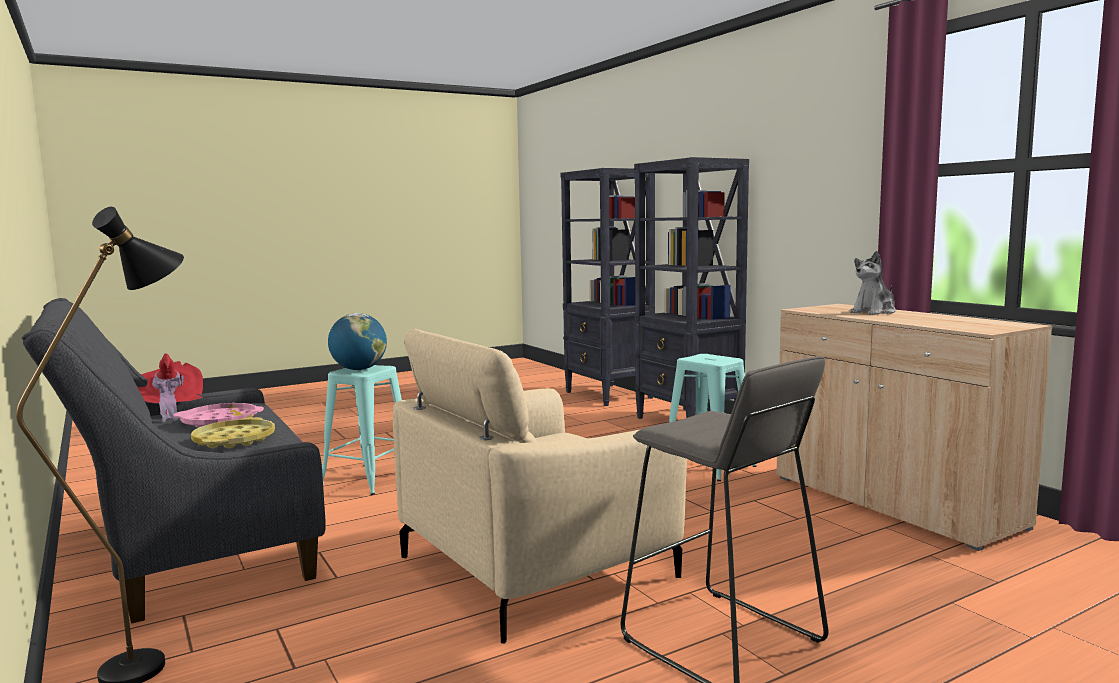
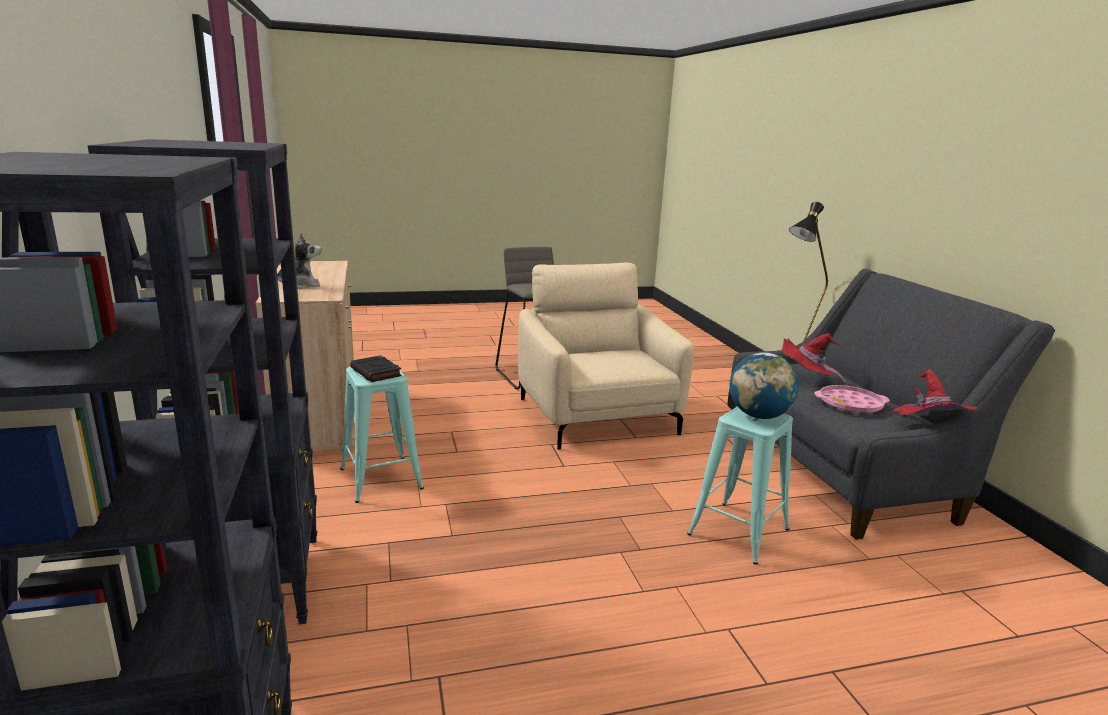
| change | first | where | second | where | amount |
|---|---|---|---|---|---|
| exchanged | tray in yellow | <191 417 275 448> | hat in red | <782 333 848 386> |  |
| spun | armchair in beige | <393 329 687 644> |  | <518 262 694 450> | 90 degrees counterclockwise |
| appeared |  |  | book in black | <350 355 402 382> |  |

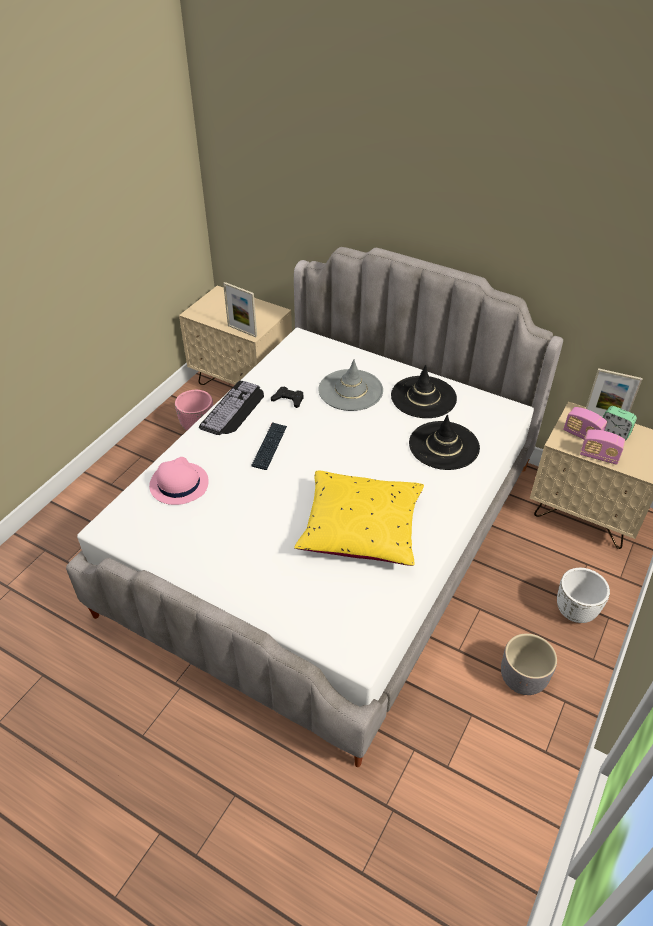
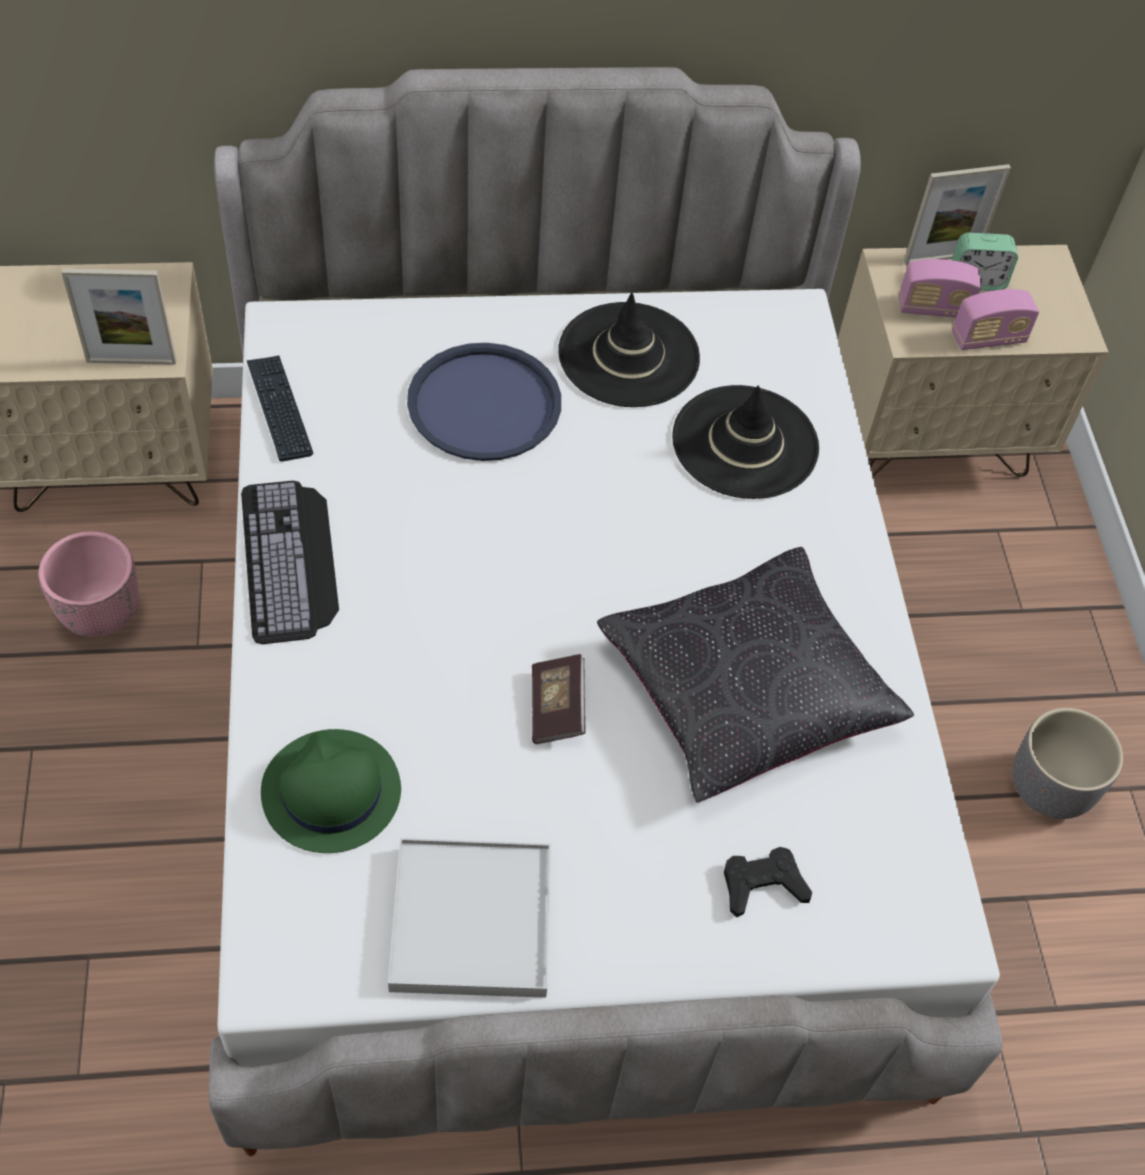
| change | first | where | second | where | amount |
|---|---|---|---|---|---|
| colour | hat in pink | <149 457 209 505> | hat in green | <261 729 401 853> |  |
| relocated | keyboard | <251 422 287 470> |  | <246 355 313 462> |  |
| relocated | game controller in black | <271 387 303 408> |  | <724 847 812 917> |  |
| colour | pillow in yellow | <294 471 424 566> | pillow in black | <597 547 914 803> |  |
| exchanged | hat in grey | <318 359 383 411> | tray in blue | <407 343 561 461> |  |
| missing | planter in white | <557 568 610 623> |  |  |  |
| appeared |  |  | tray in white | <388 838 551 998> |  |
| appeared |  |  | book | <532 654 585 744> |  |

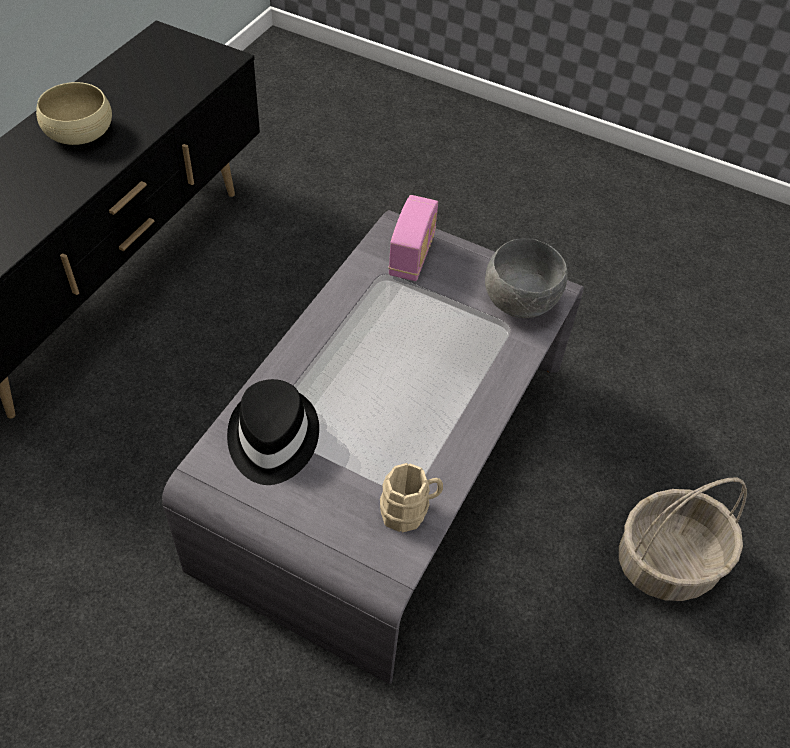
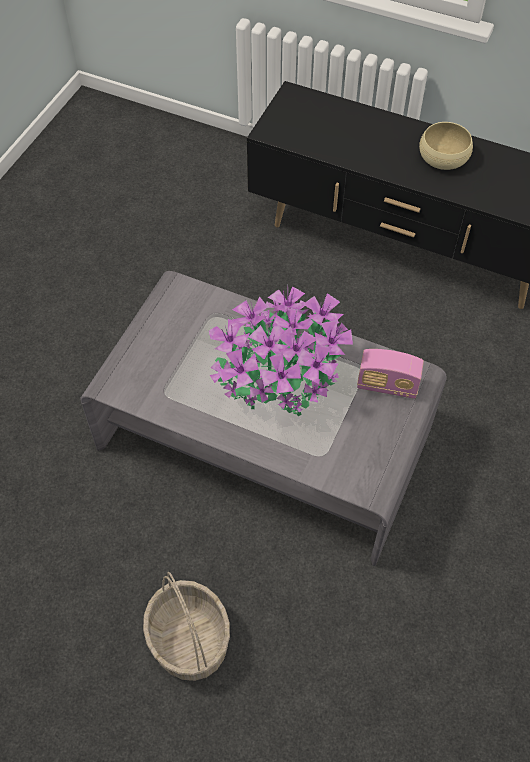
| change | first | where | second | where | amount |
|---|---|---|---|---|---|
| missing | hat in black | <227 379 319 485> |  |  |  |
| missing | mug in beige | <380 463 443 532> |  |  |  |
| missing | bowl in grey | <485 238 568 318> |  |  |  |
| appeared |  |  | potted plant | <209 286 353 416> |  |

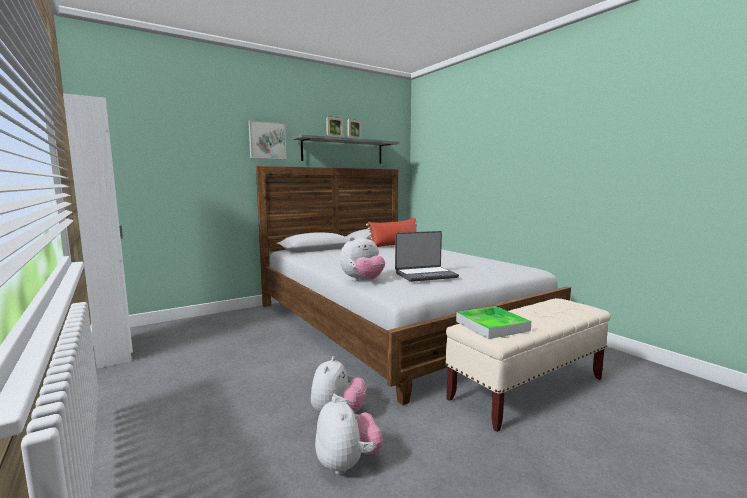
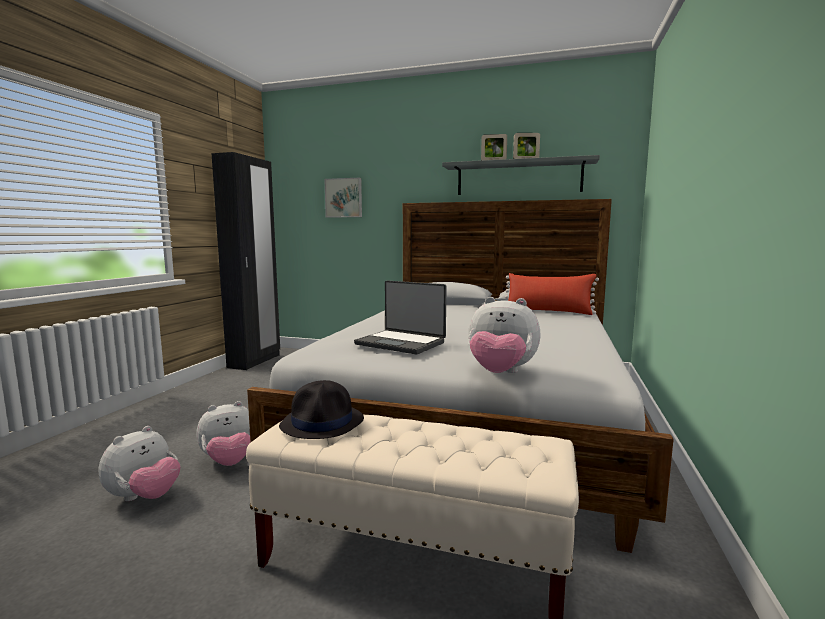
| change | first | where | second | where | amount |
|---|---|---|---|---|---|
| colour | wardrobe in white | <63 93 133 368> | wardrobe in black | <211 152 280 370> |  |
| relocated | picture | <248 120 286 160> |  | <324 178 362 218> |  |
| relocated | plush toy | <340 236 385 281> |  | <468 297 541 373> |  |
| exchanged | tray | <456 306 531 339> | hat in black | <279 380 364 439> |  |

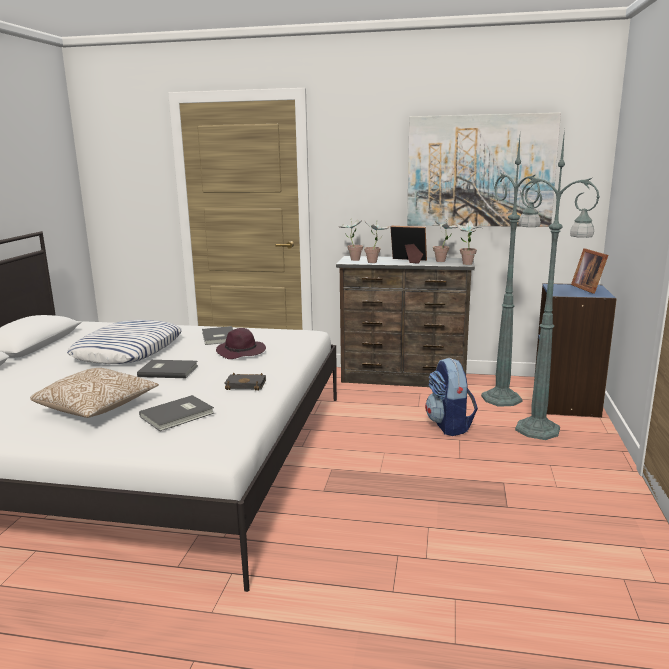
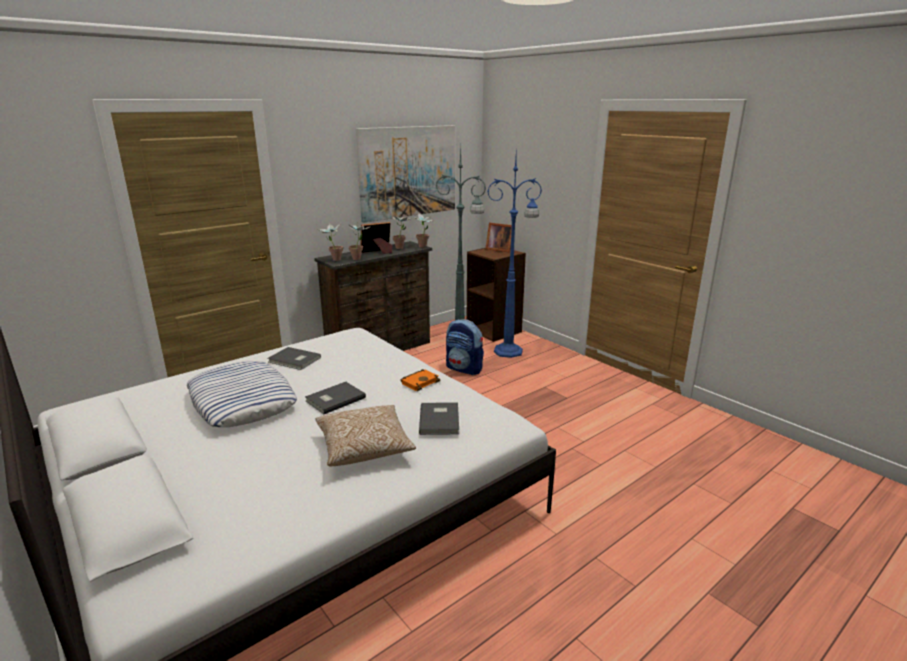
| change | first | where | second | where | amount |
|---|---|---|---|---|---|
| missing | hat in purple | <216 328 266 359> |  |  |  |
| colour | book in black | <224 373 266 390> | book in orange | <400 369 440 391> |  |
| colour | floor lamp in green | <515 129 600 440> | floor lamp in blue | <488 146 542 358> |  |
| colour | bookcase in blue | <534 283 617 417> | bookcase in brown | <467 248 526 342> |  |

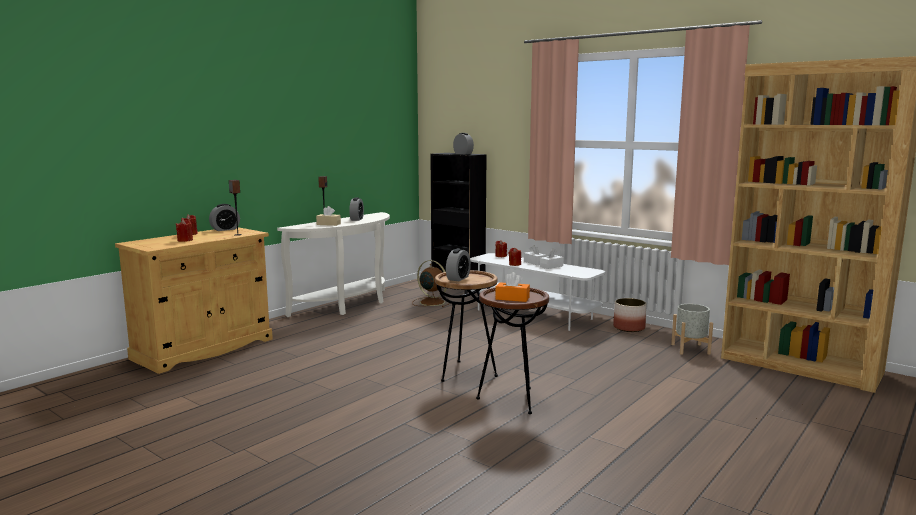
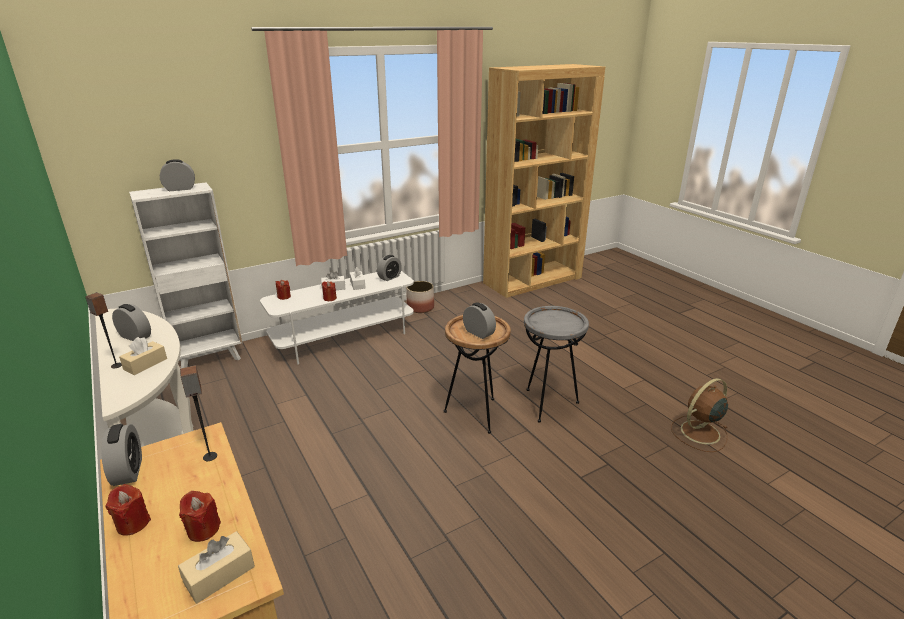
| change | first | where | second | where | amount |
|---|---|---|---|---|---|
| relocated | fan in brown | <412 260 450 307> |  | <671 378 728 452> |  |
| colour | bookcase in black | <430 153 487 294> | bookcase in white | <129 182 243 368> |  |
| colour | side table in brown | <476 287 549 414> | side table in grey | <524 306 589 423> |  |
| missing | tissue box in orange | <495 272 530 302> |  |  |  |
| missing | planter in grey | <671 304 713 355> |  |  |  |
| appeared |  |  | tissue box in beige | <178 531 255 604> |  |
| appeared |  |  | alarm clock | <377 255 402 281> |  |

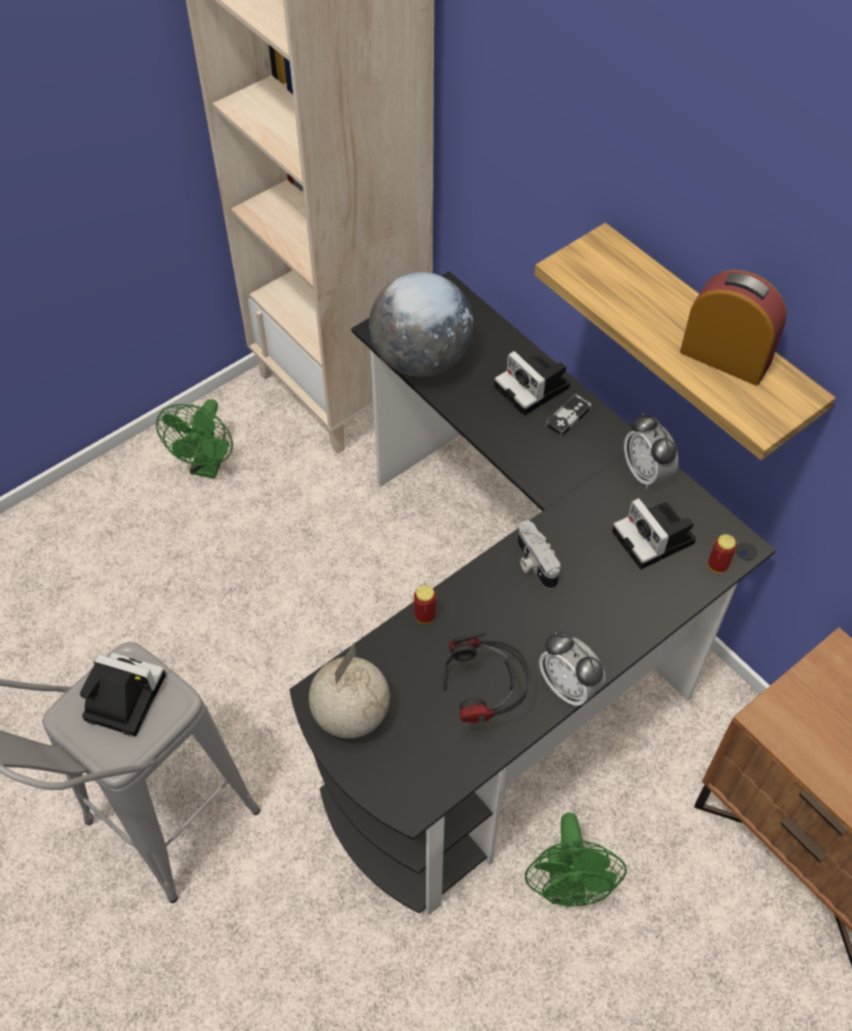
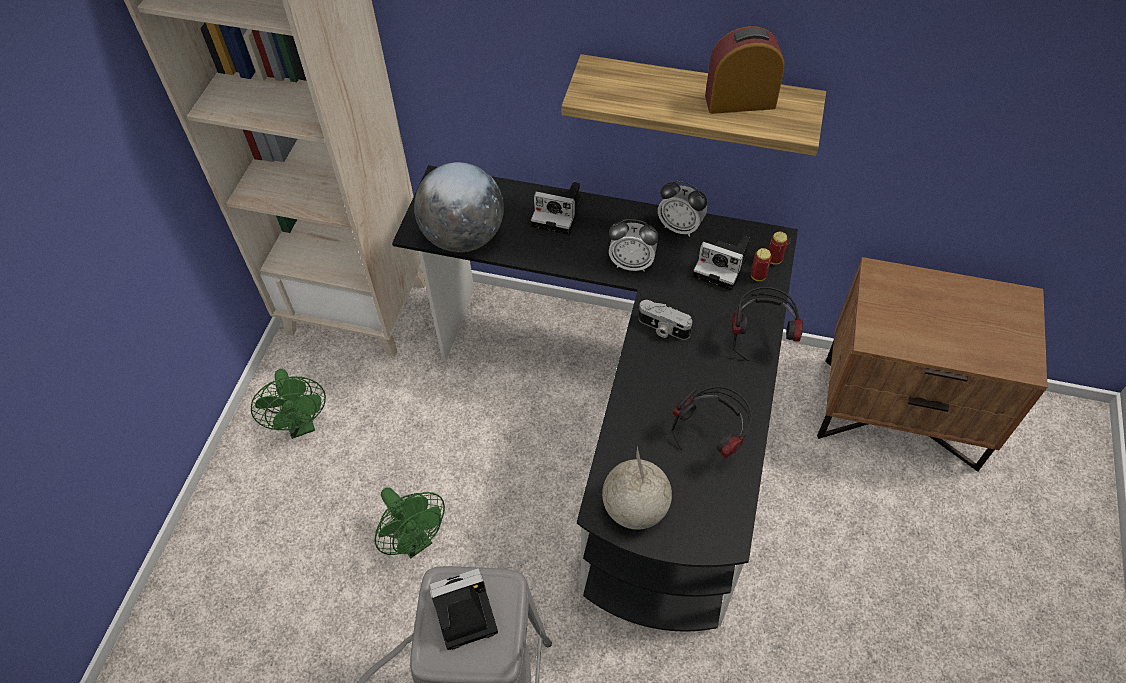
| change | first | where | second | where | amount |
|---|---|---|---|---|---|
| relocated | can | <414 585 436 624> |  | <751 248 772 281> |  |
| relocated | fan in green | <525 813 627 906> |  | <375 487 445 558> |  |
| relocated | alarm clock | <539 632 606 707> |  | <609 219 659 272> |  |
| missing | game controller | <545 394 592 437> |  |  |  |
| appeared |  |  | headphones | <732 287 803 361> |  |

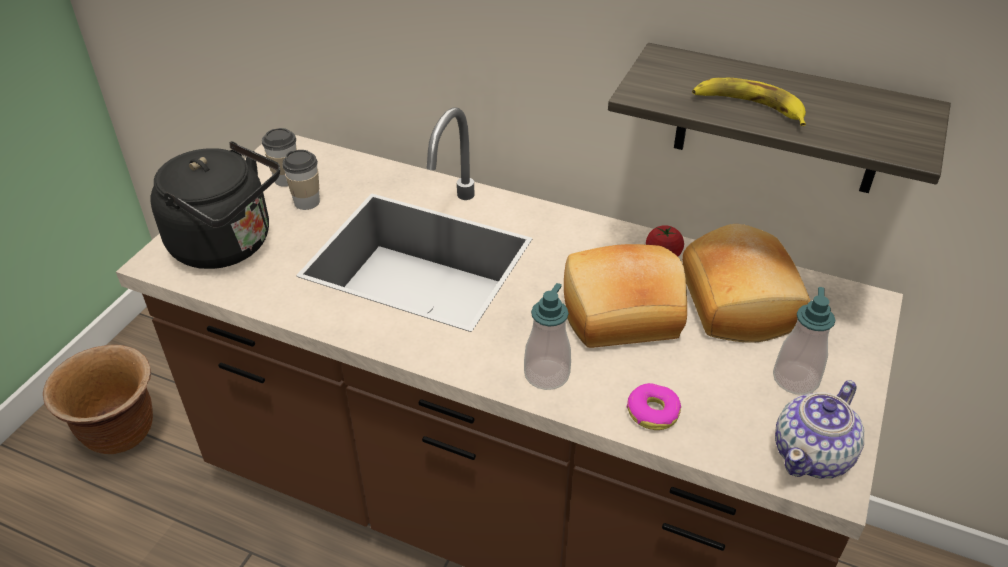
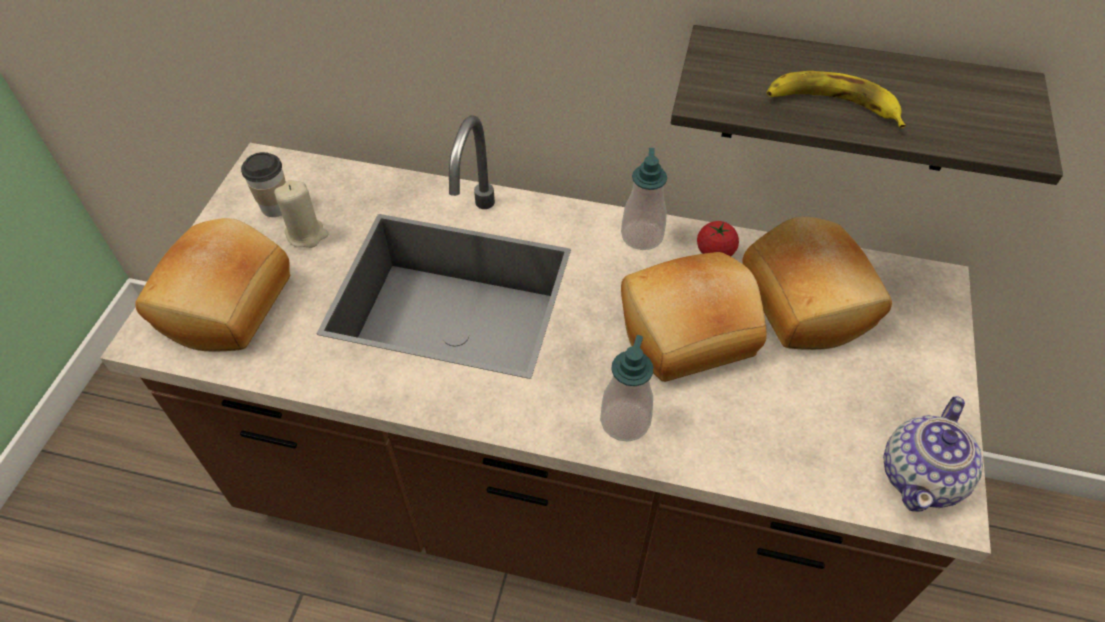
| change | first | where | second | where | amount |
|---|---|---|---|---|---|
| missing | planter in brown | <43 345 153 454> |  |  |  |
| exchanged | kettle in black | <150 142 280 269> | bread | <135 218 291 351> |  |
| exchanged | cup | <282 150 320 210> | candle in beige | <274 180 328 248> |  |
| missing | donut | <626 383 681 430> |  |  |  |
| relocated | soap dispenser | <773 287 836 395> |  | <621 148 667 250> |  |

